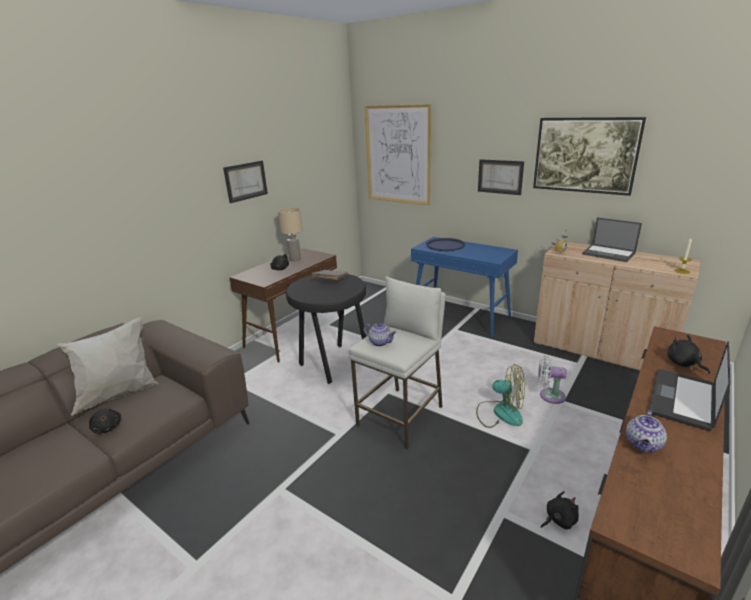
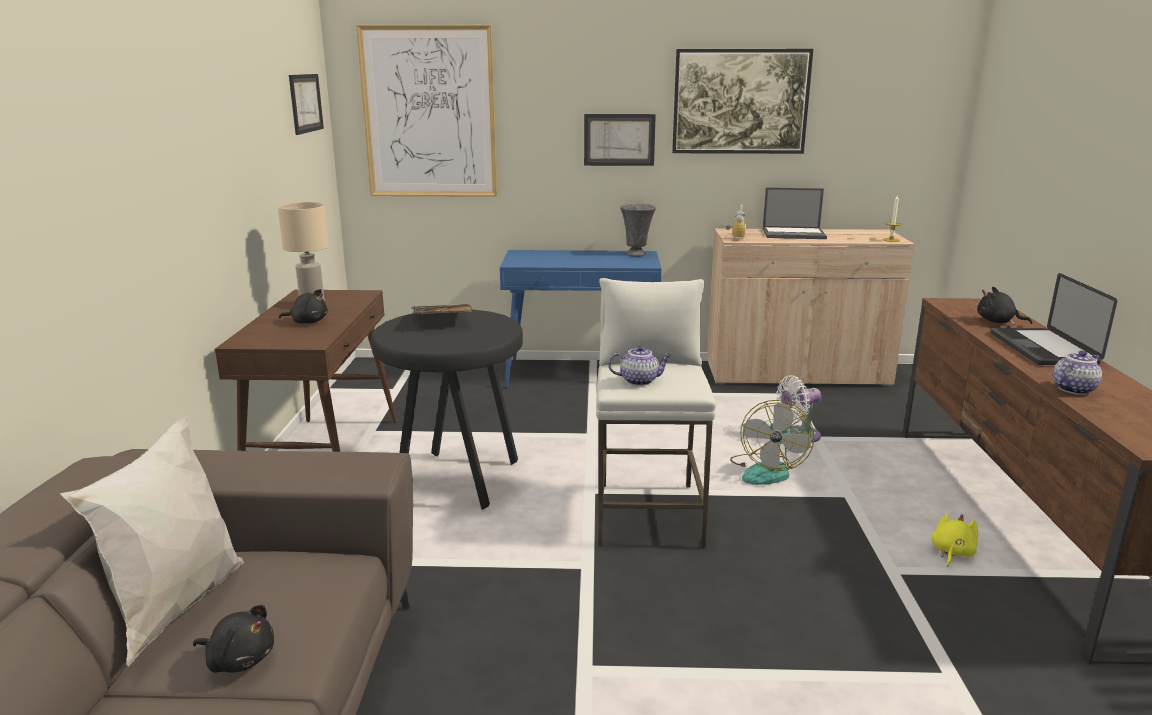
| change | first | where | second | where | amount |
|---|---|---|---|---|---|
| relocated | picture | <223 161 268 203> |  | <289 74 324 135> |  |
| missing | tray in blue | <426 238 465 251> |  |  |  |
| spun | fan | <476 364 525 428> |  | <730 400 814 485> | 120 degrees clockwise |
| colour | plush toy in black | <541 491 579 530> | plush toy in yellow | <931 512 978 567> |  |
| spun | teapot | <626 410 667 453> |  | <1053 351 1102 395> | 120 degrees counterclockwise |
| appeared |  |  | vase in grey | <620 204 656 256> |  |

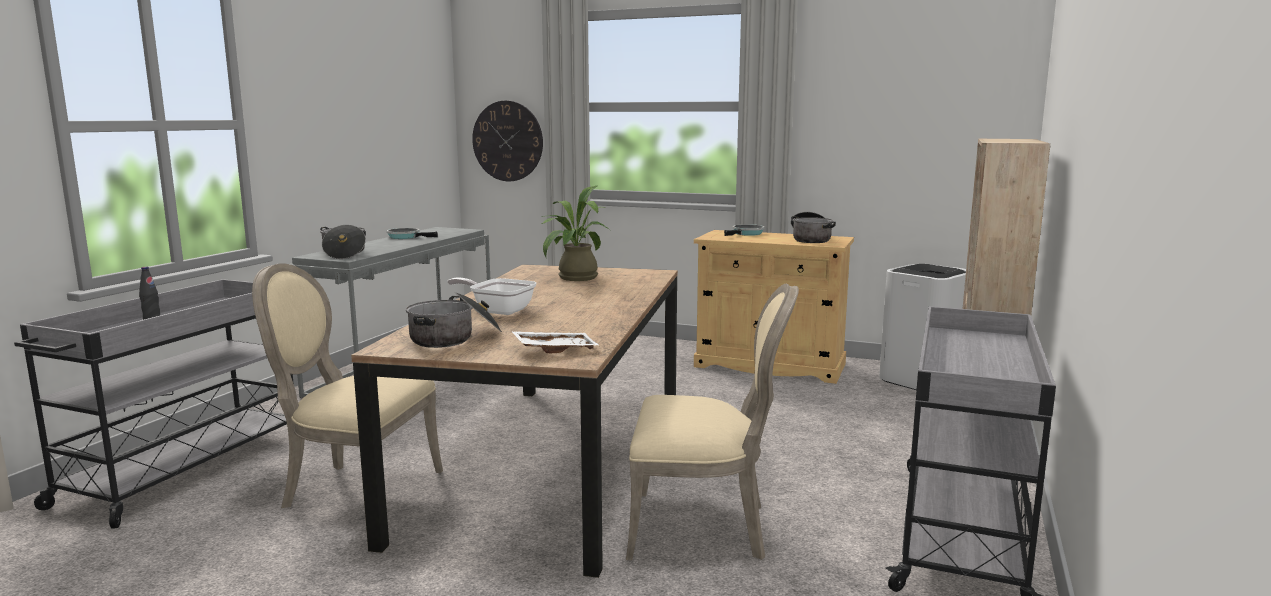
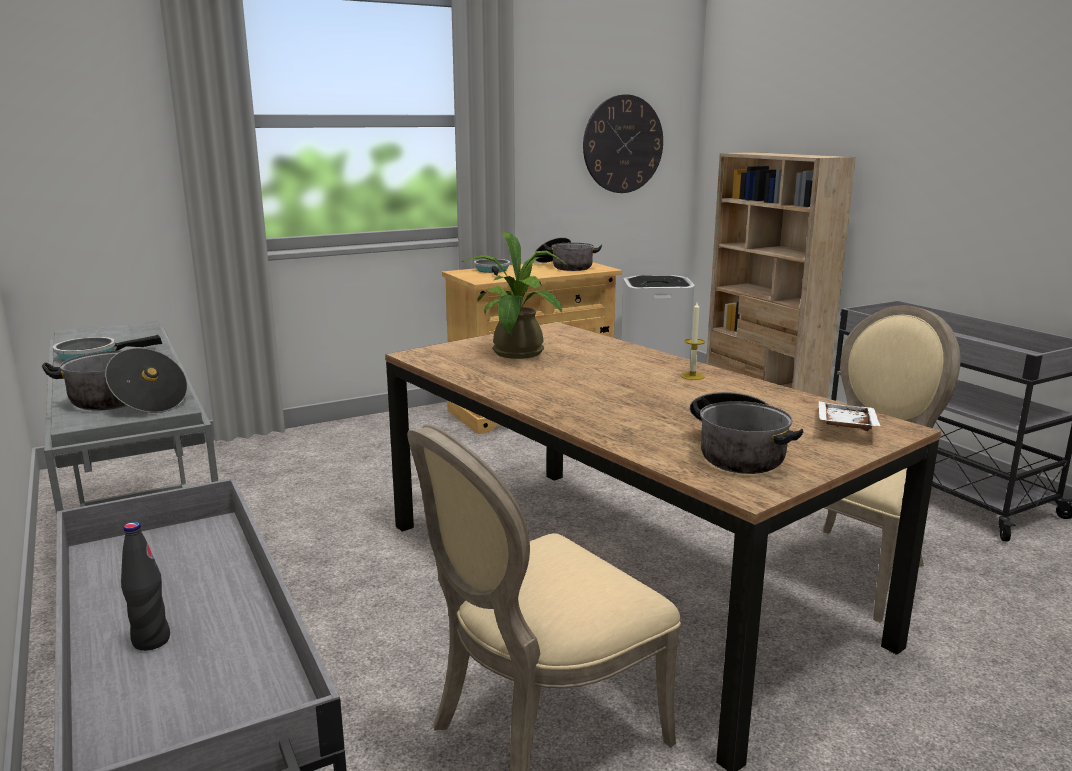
| change | first | where | second | where | amount |
|---|---|---|---|---|---|
| missing | frying pan | <447 277 537 315> |  |  |  |
| relocated | wall clock | <472 101 543 181> |  | <583 94 663 193> |  |
| appeared |  |  | candle | <681 302 705 380> |  |

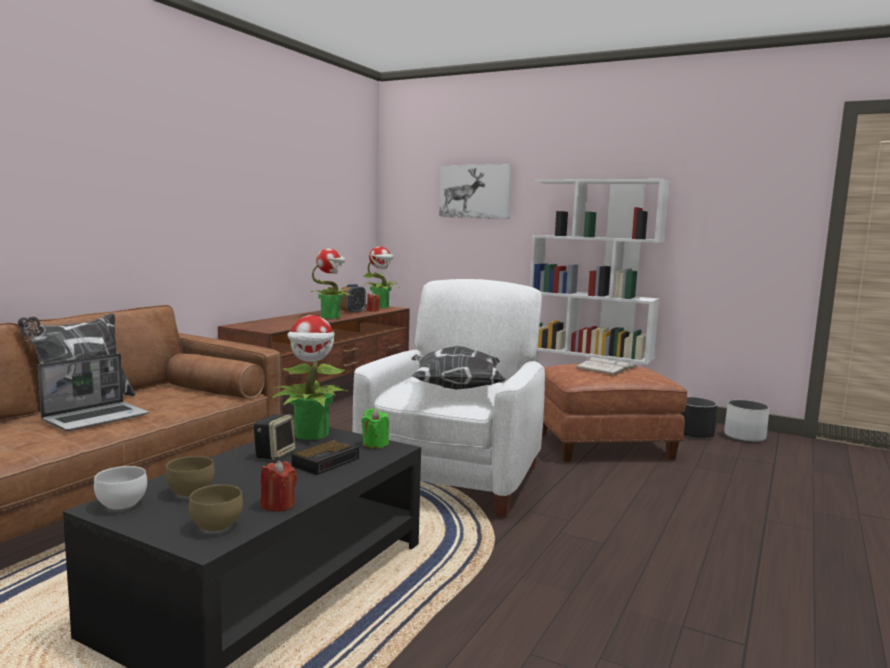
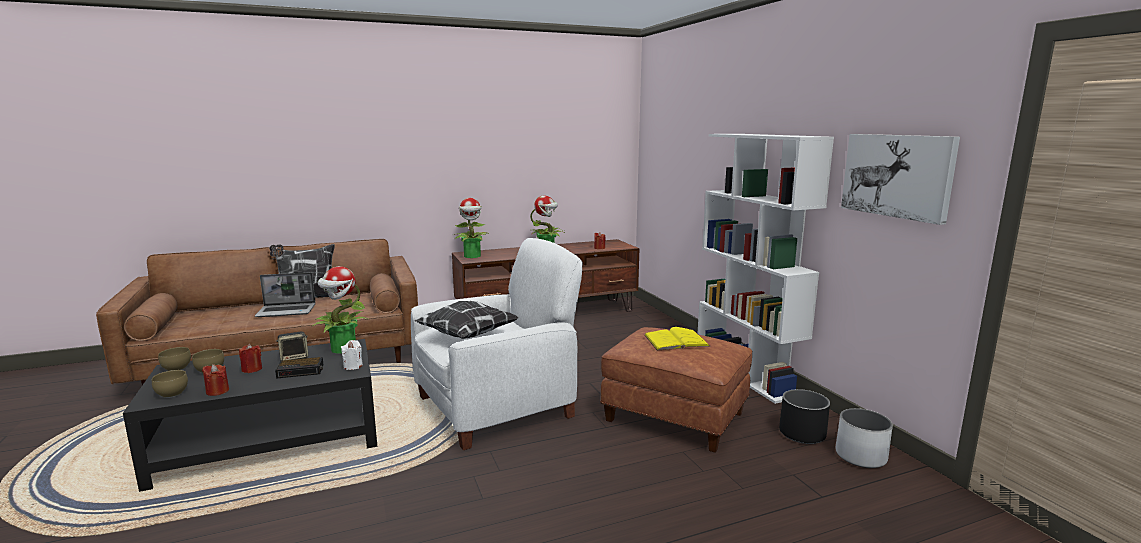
| change | first | where | second | where | amount |
|---|---|---|---|---|---|
| colour | bowl in white | <94 466 147 510> | bowl in brown | <158 347 191 371> |  |
| missing | alarm clock | <341 284 366 314> |  |  |  |
| relocated | potted plant | <362 246 400 308> |  | <453 198 488 258> |  |
| colour | candle in green | <362 409 389 449> | candle in white | <341 340 363 370> |  |
| relocated | picture | <439 164 512 219> |  | <841 134 960 225> |  |
| colour | book in white | <576 357 638 375> | book in yellow | <644 327 711 350> |  |
| appeared |  |  | candle in red | <239 344 262 373> |  |

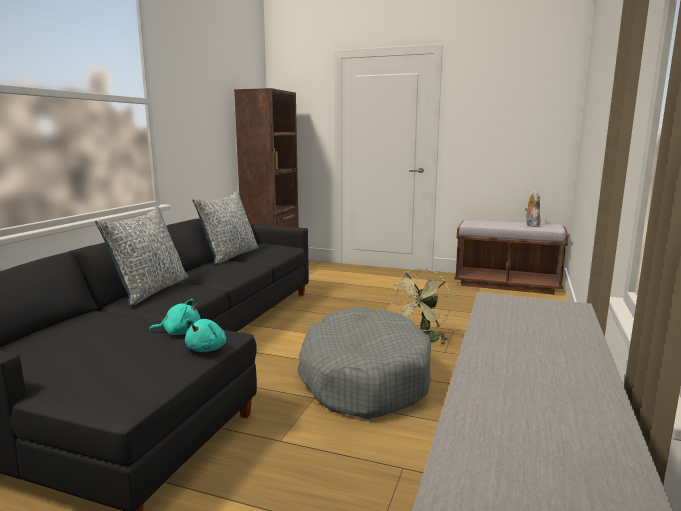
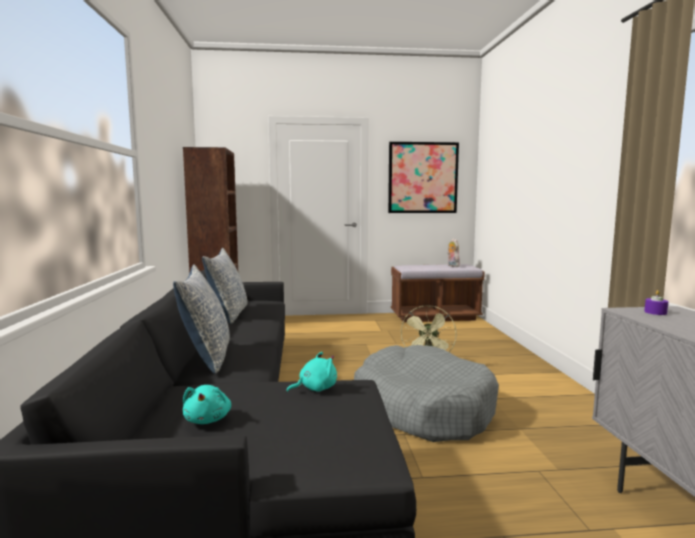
| change | first | where | second | where | amount |
|---|---|---|---|---|---|
| relocated | plush toy in turquoise | <185 319 226 352> |  | <183 385 231 424> |  |
| appeared |  |  | picture | <388 142 459 213> |  |
| appeared |  |  | candle in purple | <644 290 668 315> |  |

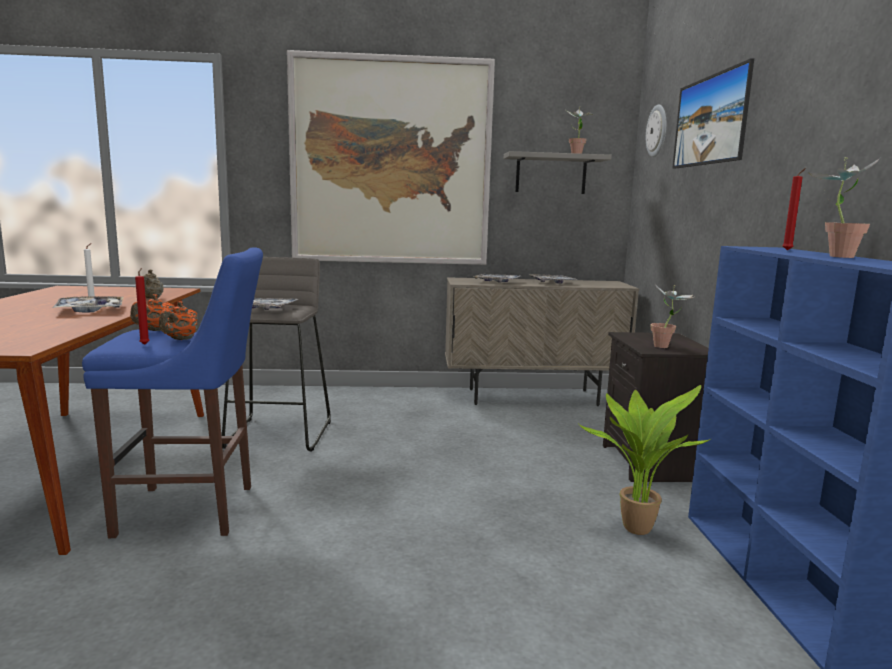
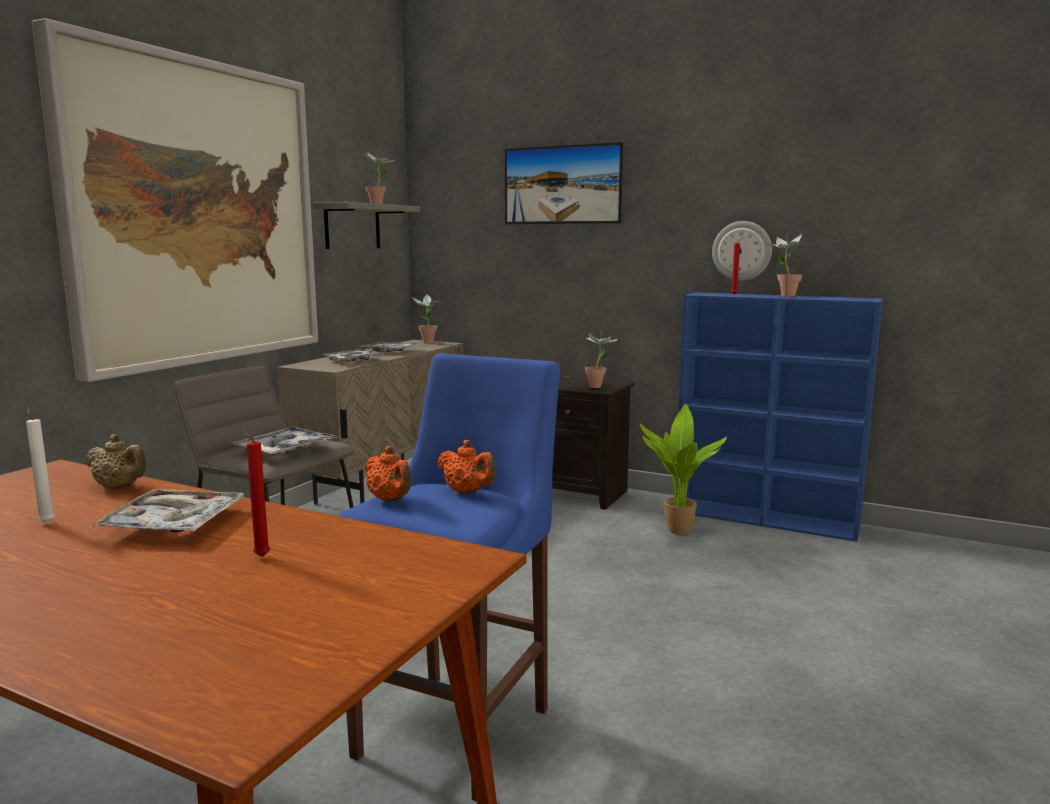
| change | first | where | second | where | amount |
|---|---|---|---|---|---|
| relocated | candle in red | <135 268 150 345> |  | <241 429 270 557> |  |
| relocated | wall clock | <646 104 666 157> |  | <712 221 772 281> |  |
| appeared |  |  | potted plant | <412 294 441 343> |  |

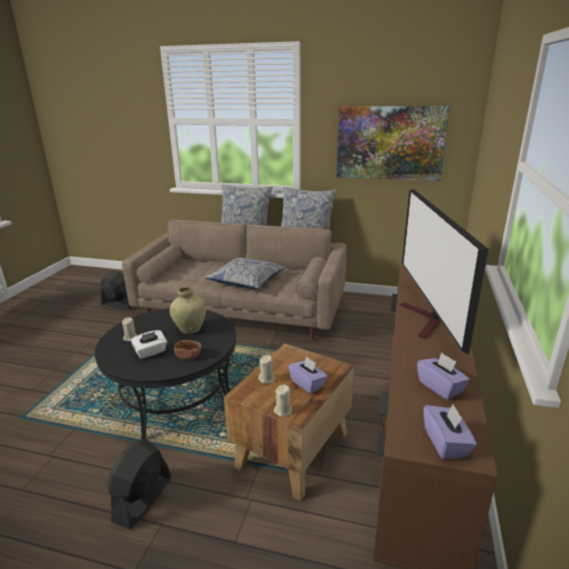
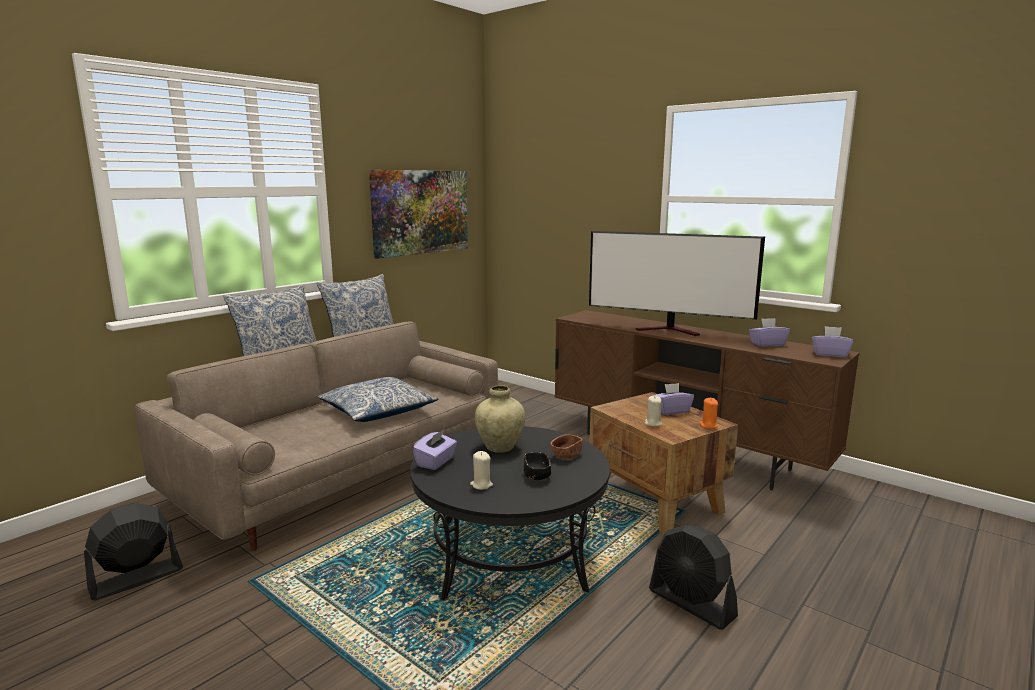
| change | first | where | second | where | amount |
|---|---|---|---|---|---|
| exchanged | tissue box in white | <131 330 167 359> | bowl in black | <524 452 551 480> |  |
| colour | candle in beige | <274 385 292 417> | candle in orange | <699 398 718 429> |  |
| appeared |  |  | tissue box in purple | <413 430 457 470> |  |

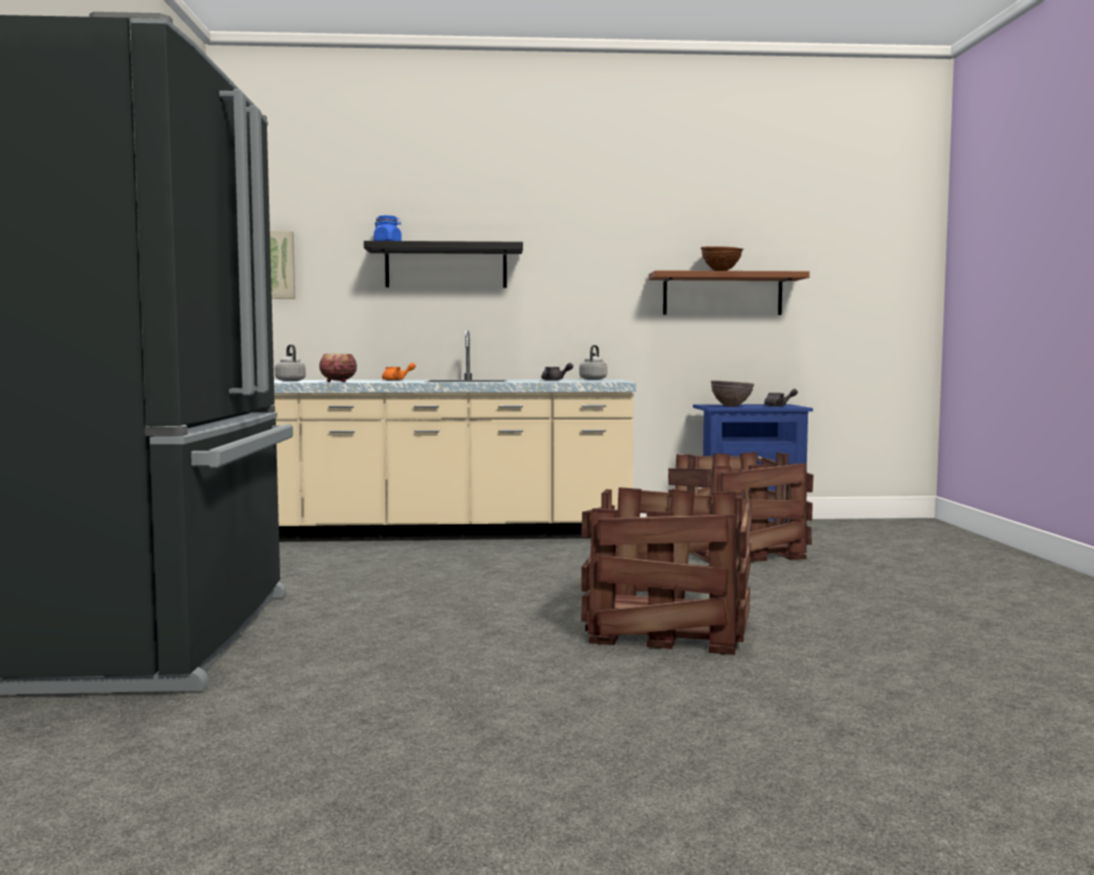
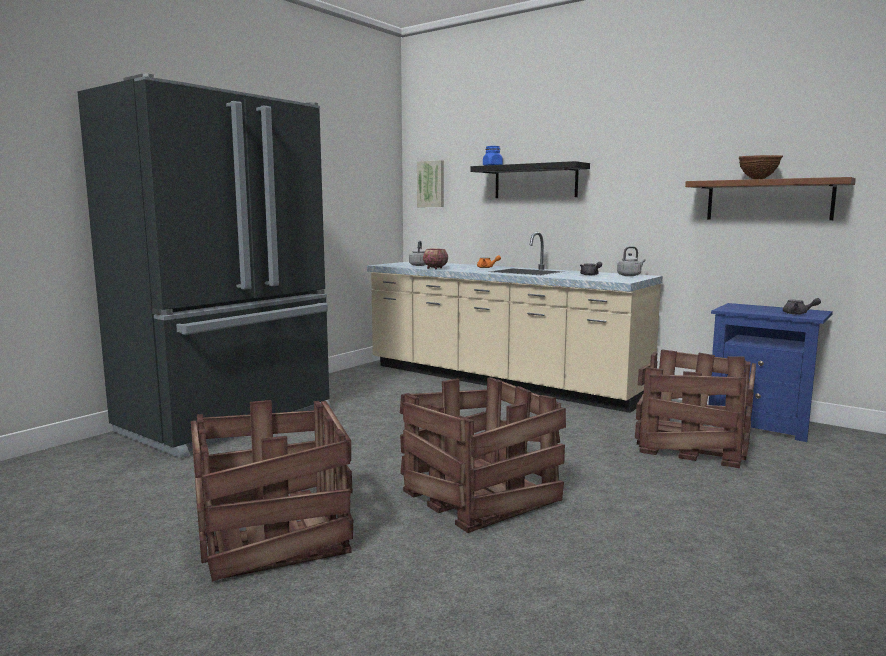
| change | first | where | second | where | amount |
|---|---|---|---|---|---|
| missing | bowl in brown | <711 380 754 407> |  |  |  |
| appeared |  |  | crate | <191 400 353 582> |  |

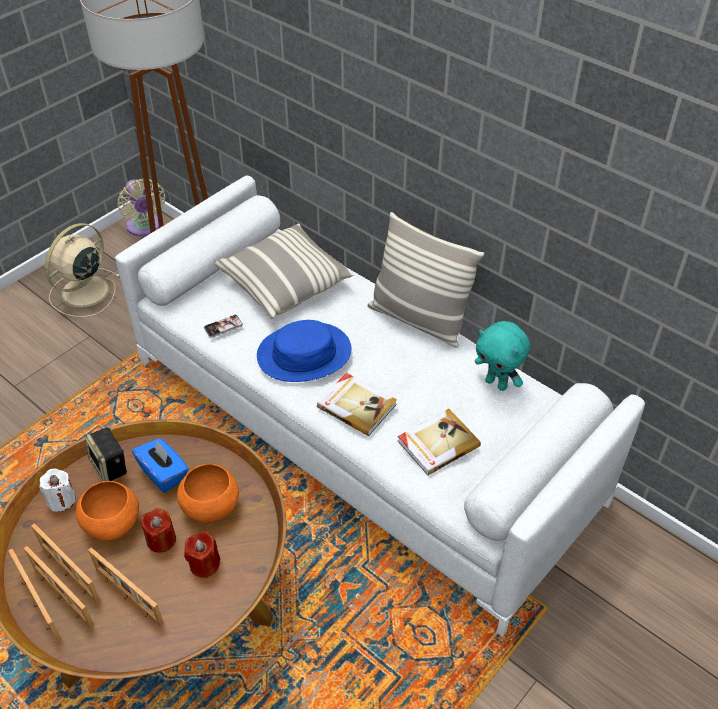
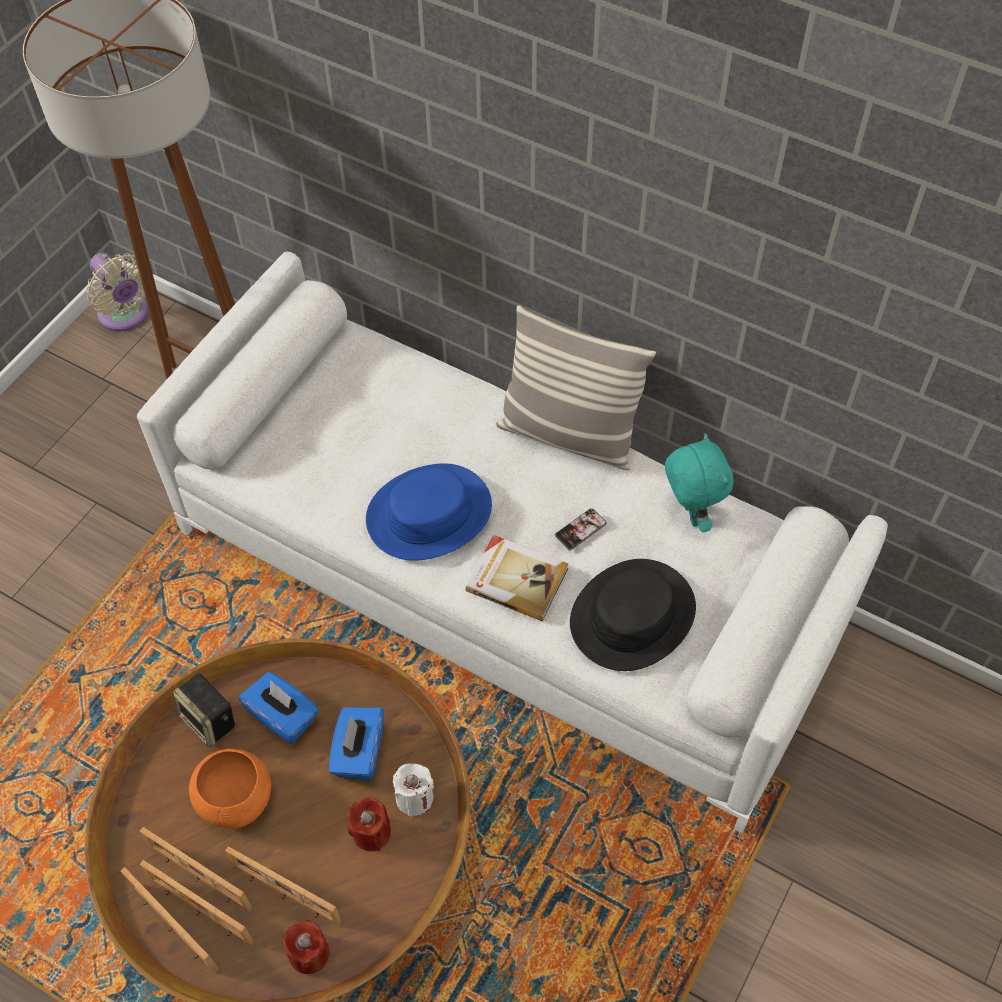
| change | first | where | second | where | amount |
|---|---|---|---|---|---|
| relocated | candle in white | <39 469 76 512> |  | <393 763 434 817> |  |
| missing | fan in beige | <45 223 120 317> |  |  |  |
| relocated | candle in red | <141 508 176 553> |  | <282 920 330 974> |  |
| exchanged | bowl in orange | <177 464 239 523> | tissue box in blue | <329 707 384 781> |  |
| relocated | phone | <204 314 243 338> |  | <555 508 607 551> |  |
| missing | pillow | <215 224 355 319> |  |  |  |
| exchanged | book | <398 409 481 476> | hat in black | <570 559 696 671> |  |
| spun | plush toy in turquoise | <475 321 530 391> |  | <665 433 734 532> | 135 degrees counterclockwise |

